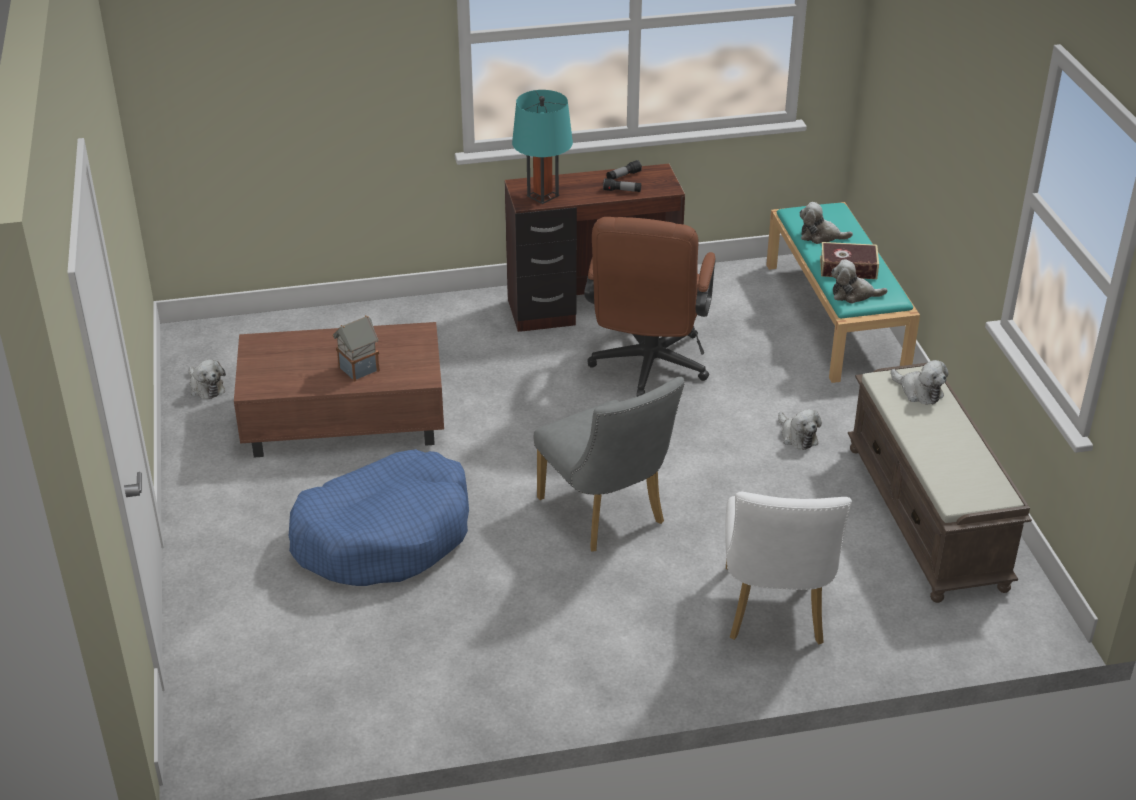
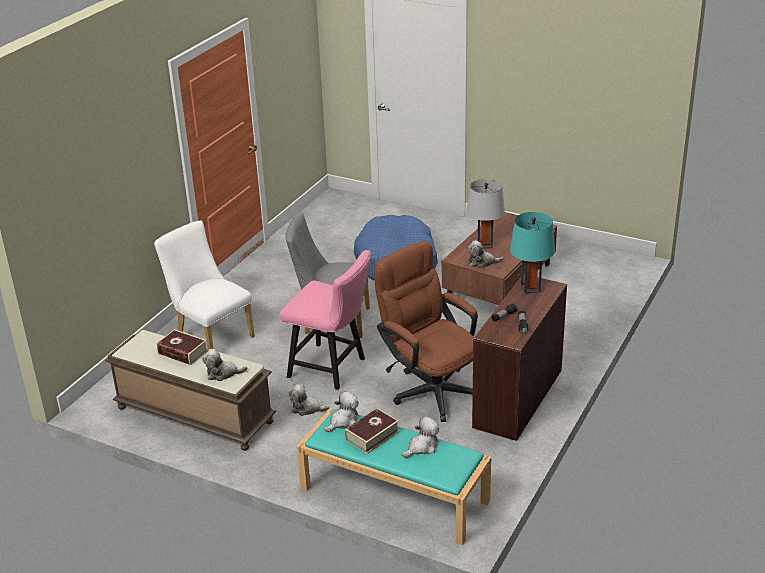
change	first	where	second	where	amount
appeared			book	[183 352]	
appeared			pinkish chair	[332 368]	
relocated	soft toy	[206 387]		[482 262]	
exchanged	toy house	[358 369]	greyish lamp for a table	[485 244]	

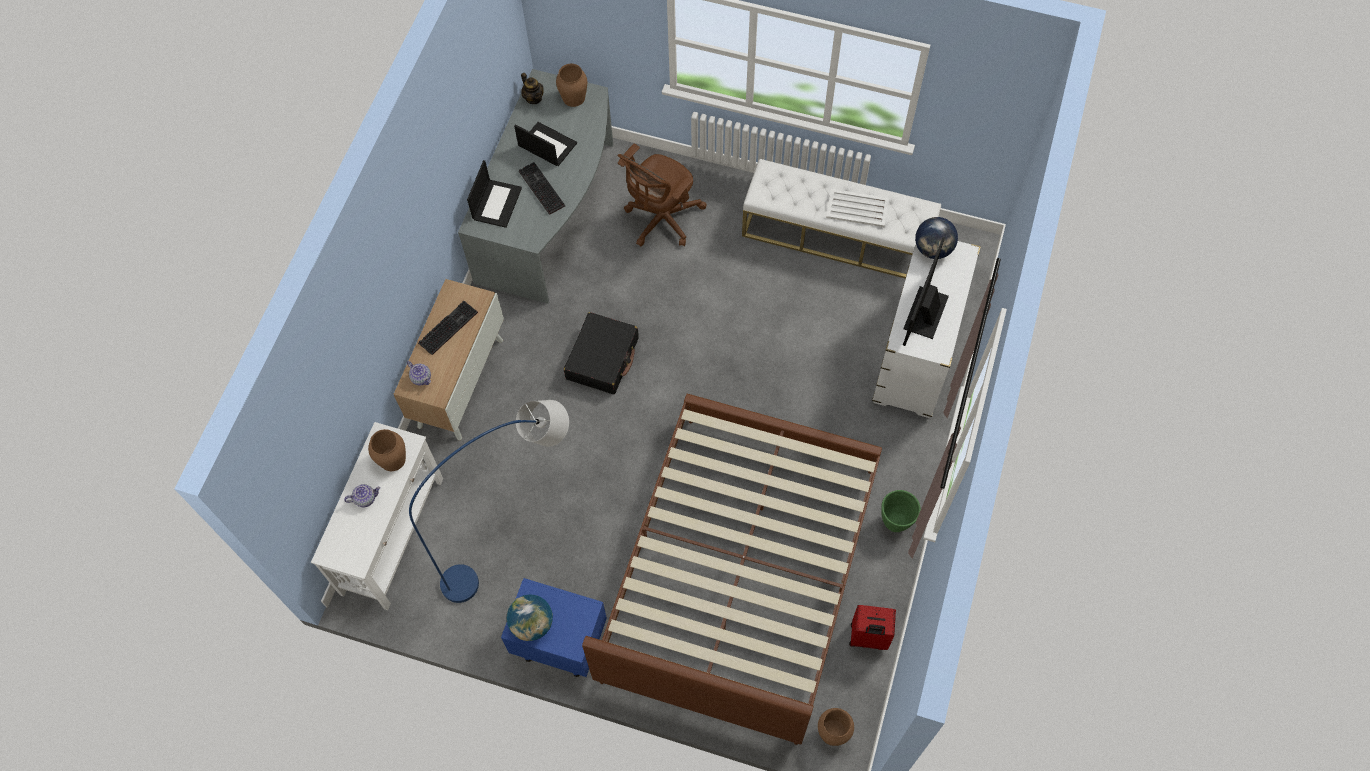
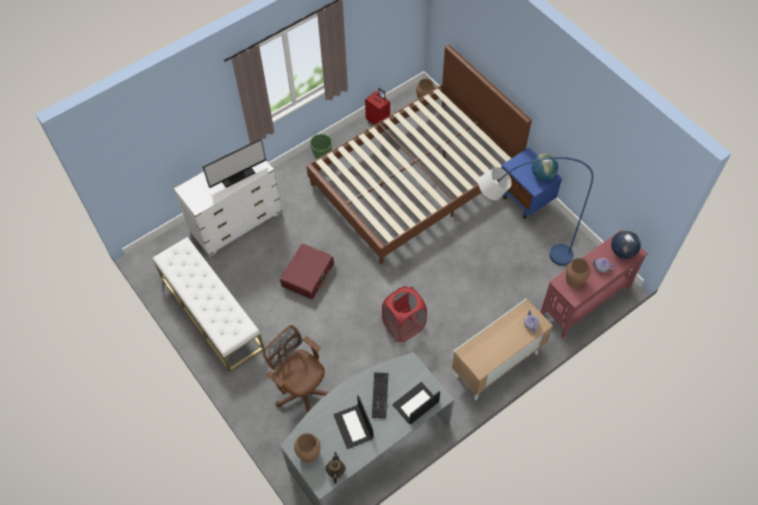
change	first	where	second	where	amount
missing	keyboard	[448 326]			
missing	white serving tray	[856 208]			
appeared			red-coloured travel case	[308 275]	
relocated	world globe	[933 249]		[622 251]	
exchanged	black-coloured travel case	[602 358]	red-coloured hamper	[403 326]	
colour	white hall table	[393 535]	red-coloured hall table	[584 301]	
spun	brownish desk chair	[661 220]		[302 391]	120 degrees counterclockwise

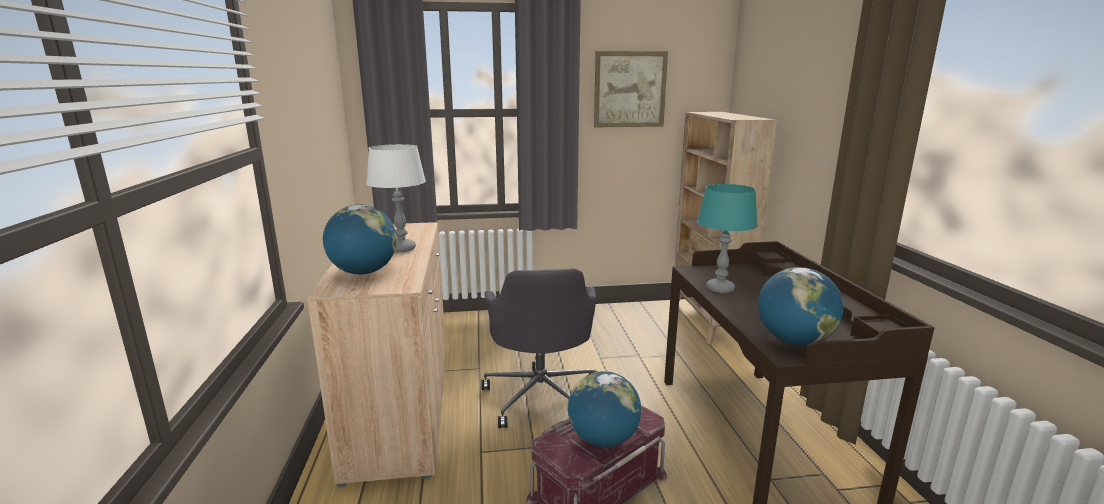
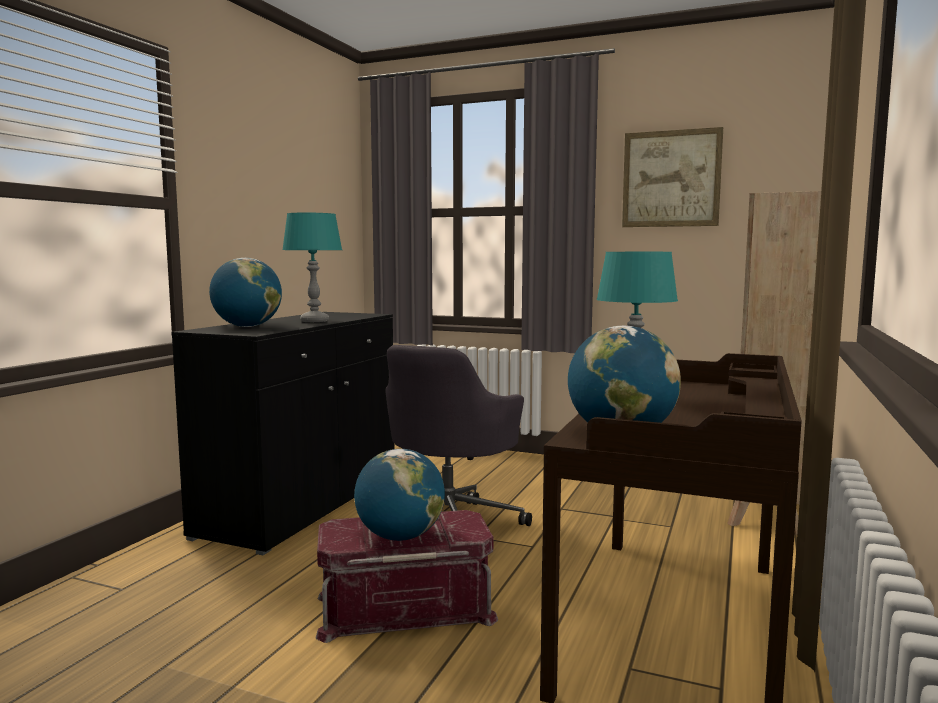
change	first	where	second	where	amount
colour	beige-coloured storage cabinet	[401 411]	black-coloured storage cabinet	[303 504]	
colour	white lamp for a table	[402 249]	blue-green lamp for a table	[315 321]	

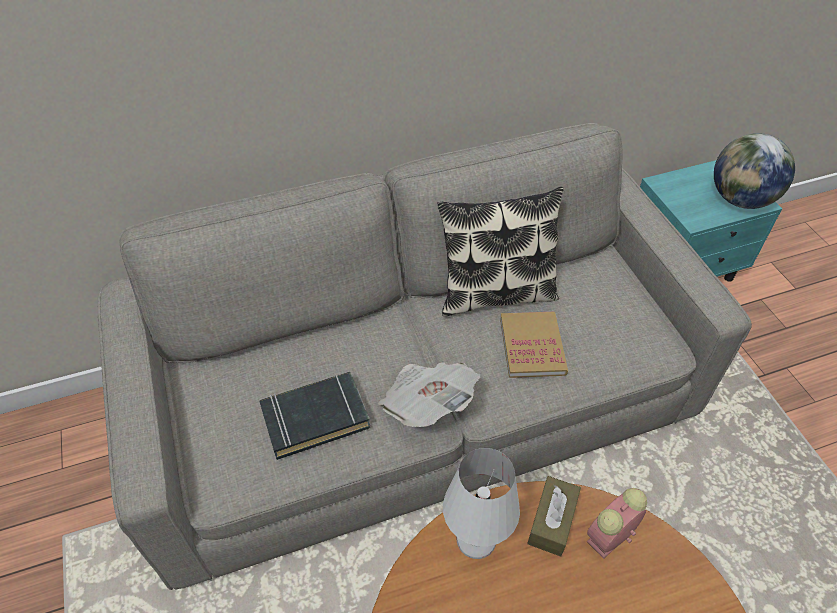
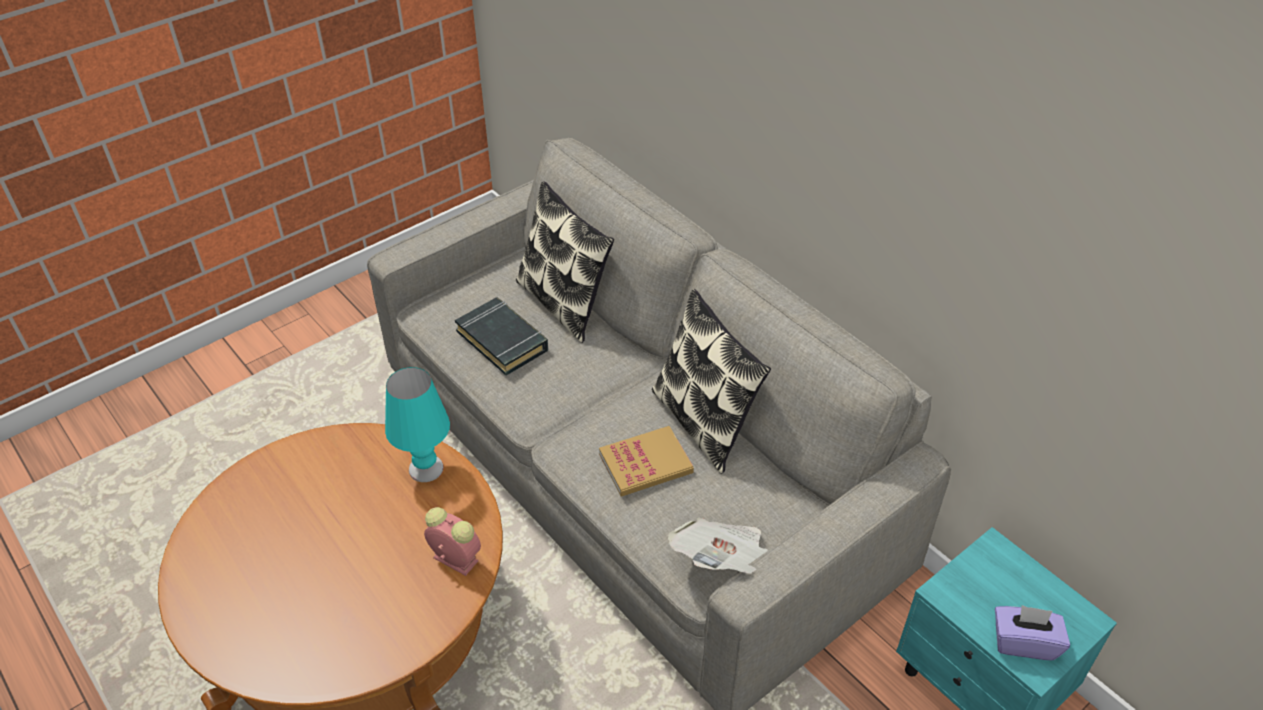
change	first	where	second	where	amount
missing	brownish tissue holder	[552 521]			
appeared			cushion	[564 303]	
relocated	printed paper	[427 404]		[722 560]	
exchanged	world globe	[740 200]	purplish tissue holder	[1023 642]	
colour	white lamp for a table	[476 539]	blue-green lamp for a table	[425 469]	

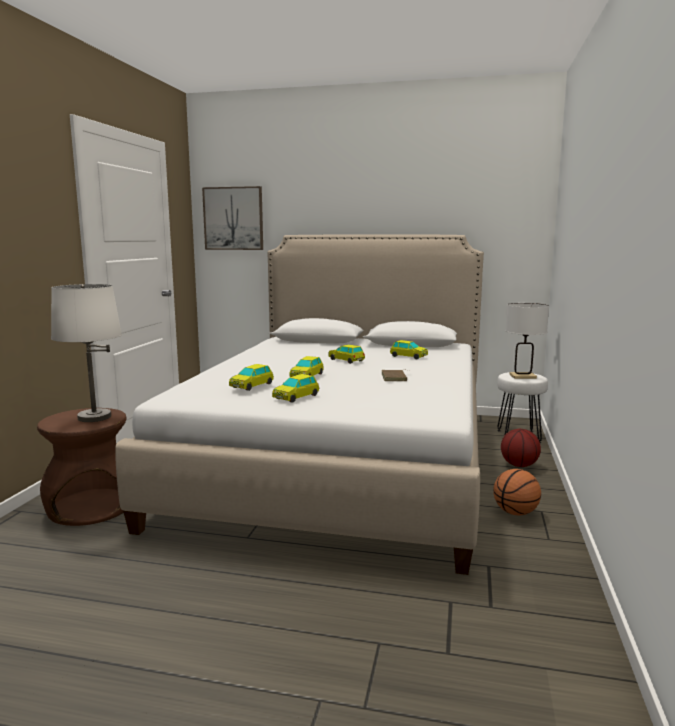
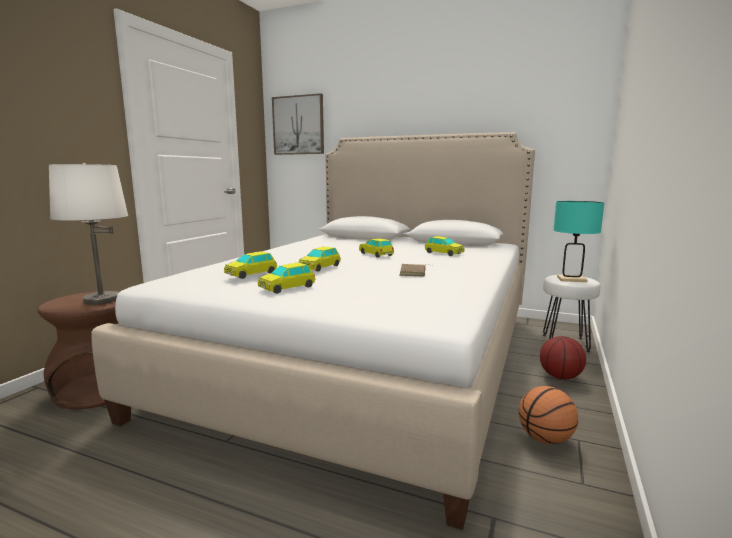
change	first	where	second	where	amount
colour	white lamp for a table	[522 376]	blue-green lamp for a table	[571 279]	

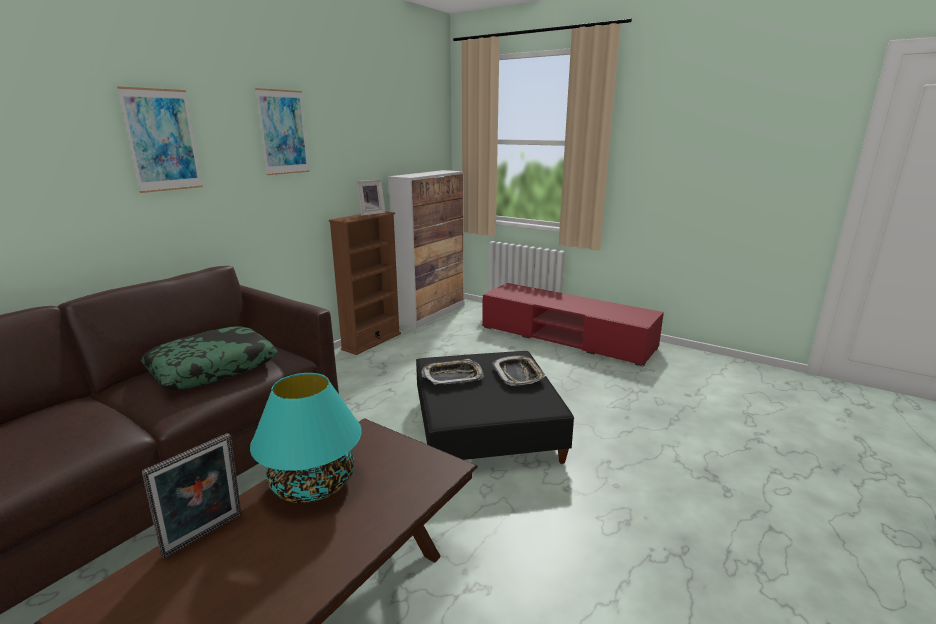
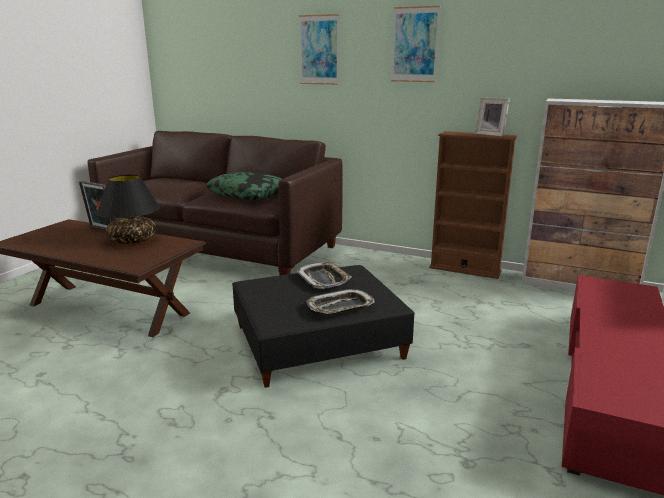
change	first	where	second	where	amount
colour	blue-green lamp for a table	[312 485]	black-coloured lamp for a table	[132 240]	

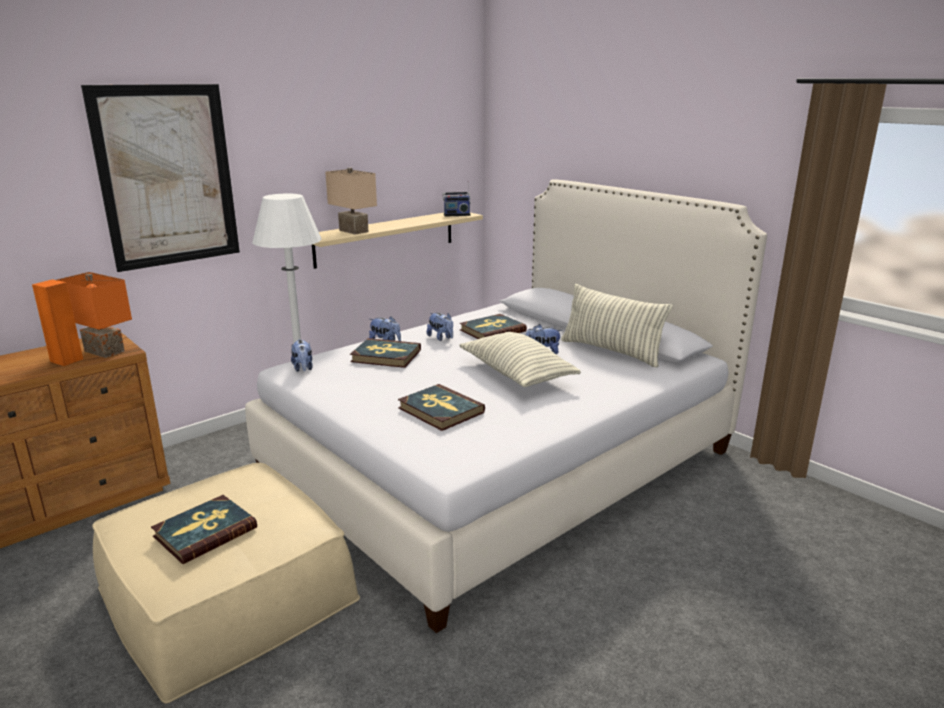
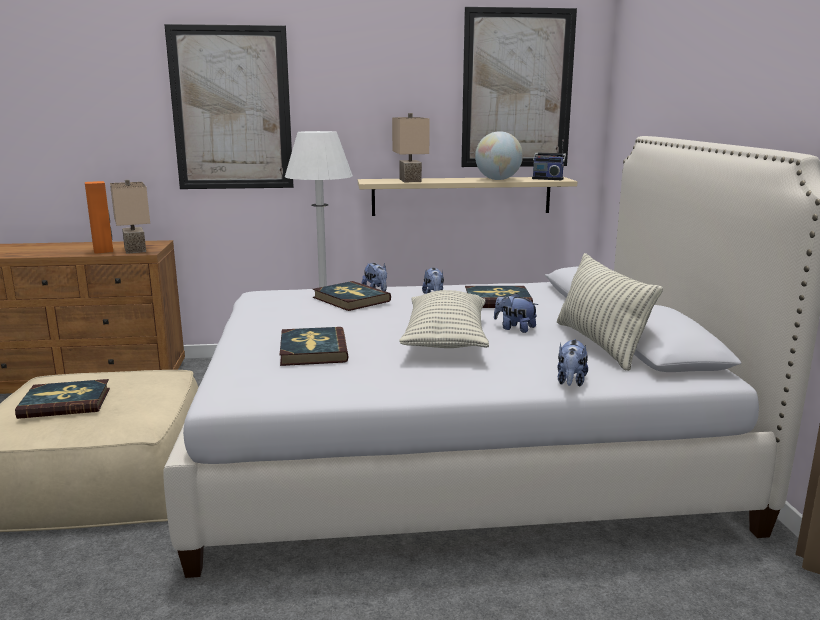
change	first	where	second	where	amount
appeared			picture	[517 89]	
appeared			world globe	[498 179]	
relocated	soft toy	[303 368]		[570 382]	
colour	orange-coloured lamp for a table	[102 351]	beige-coloured lamp for a table	[133 250]	

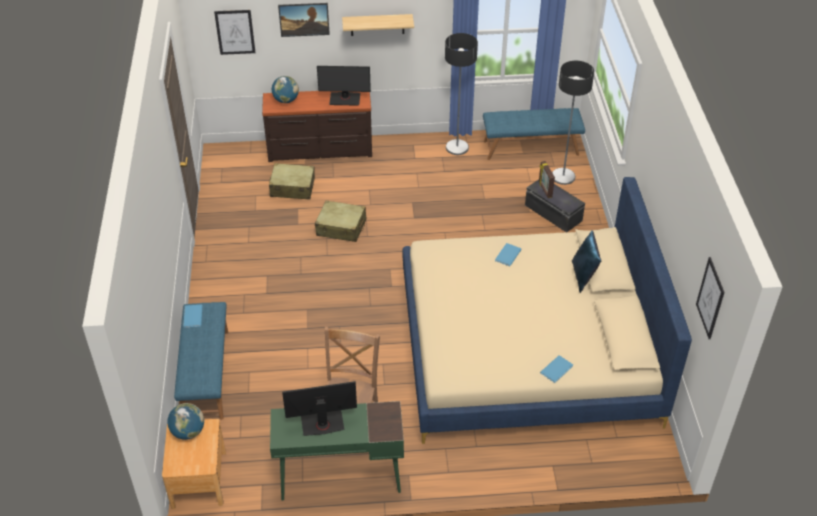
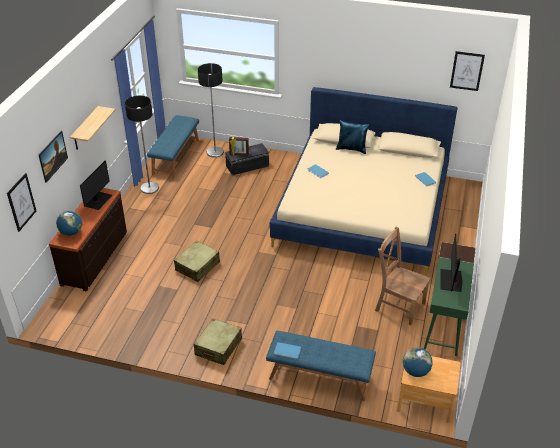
change	first	where	second	where	amount
relocated	beige-coloured travel case	[292 188]		[218 347]	

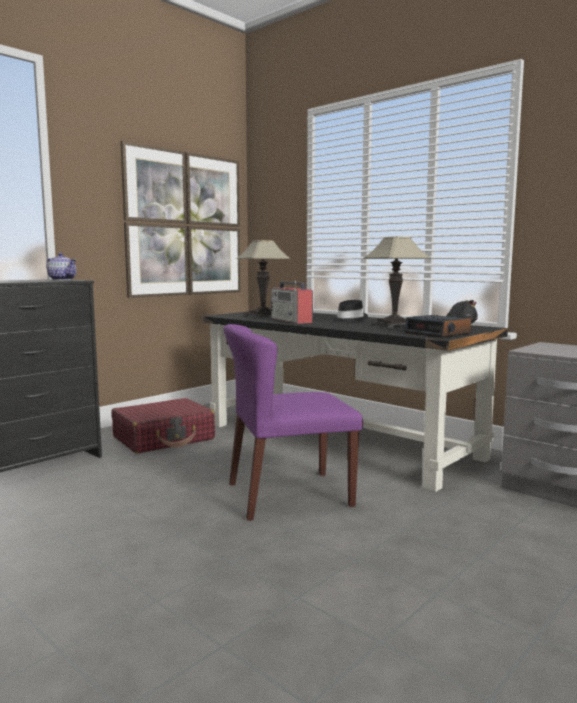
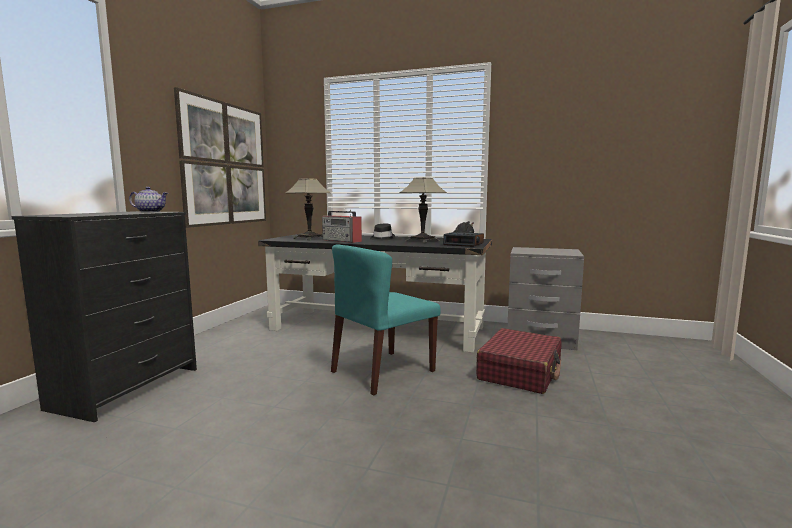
change	first	where	second	where	amount
relocated	red-coloured travel case	[164 438]		[520 372]	
colour	purplish chair	[288 495]	blue-green chair	[382 372]	

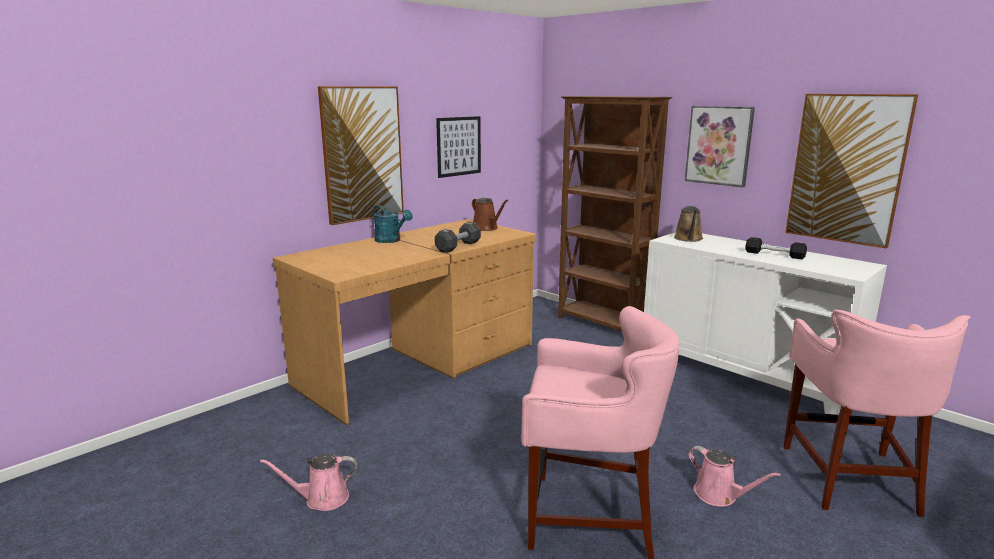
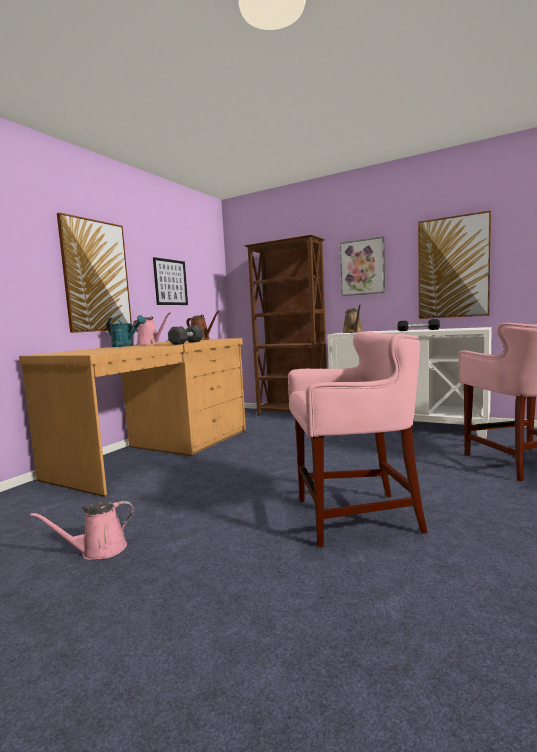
change	first	where	second	where	amount
relocated	pinkish watering pot	[719 495]		[150 344]	

